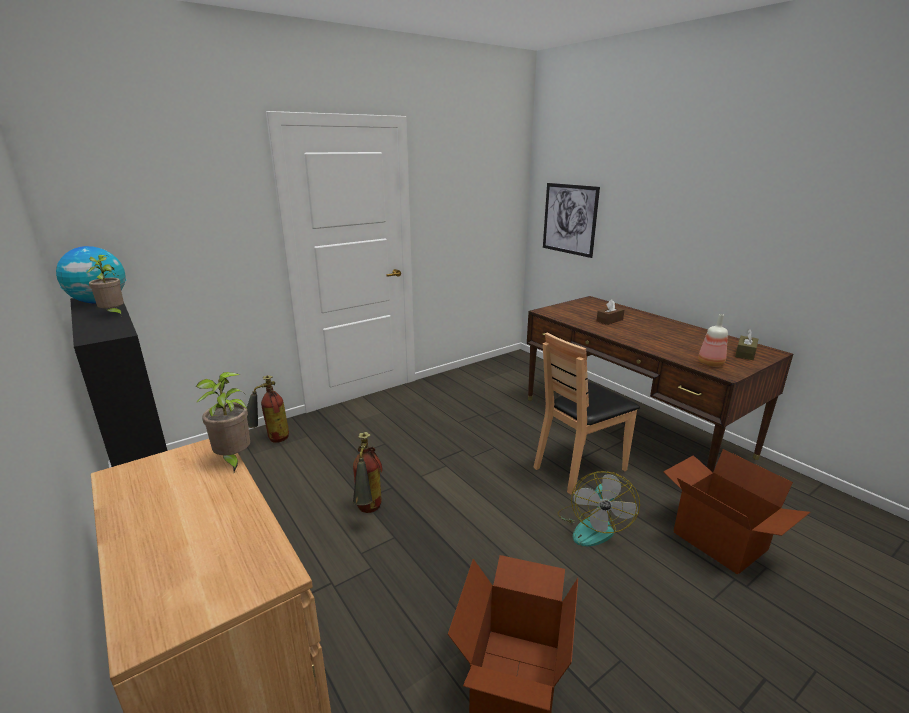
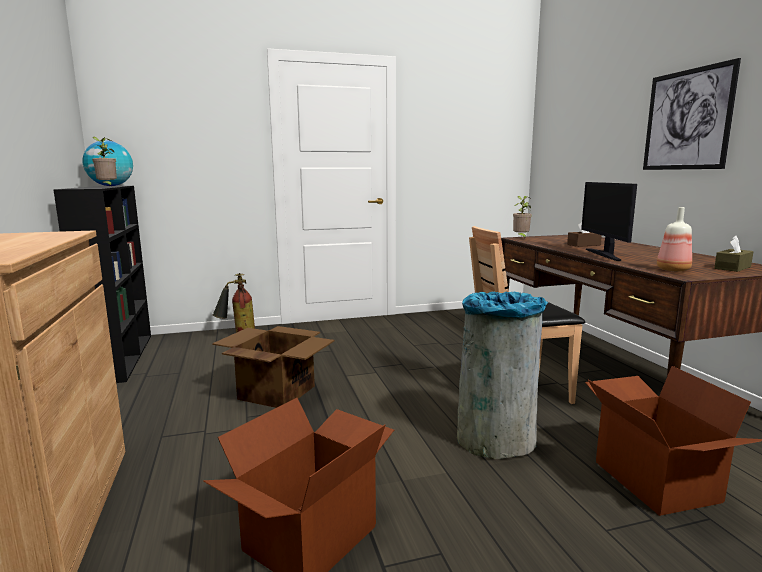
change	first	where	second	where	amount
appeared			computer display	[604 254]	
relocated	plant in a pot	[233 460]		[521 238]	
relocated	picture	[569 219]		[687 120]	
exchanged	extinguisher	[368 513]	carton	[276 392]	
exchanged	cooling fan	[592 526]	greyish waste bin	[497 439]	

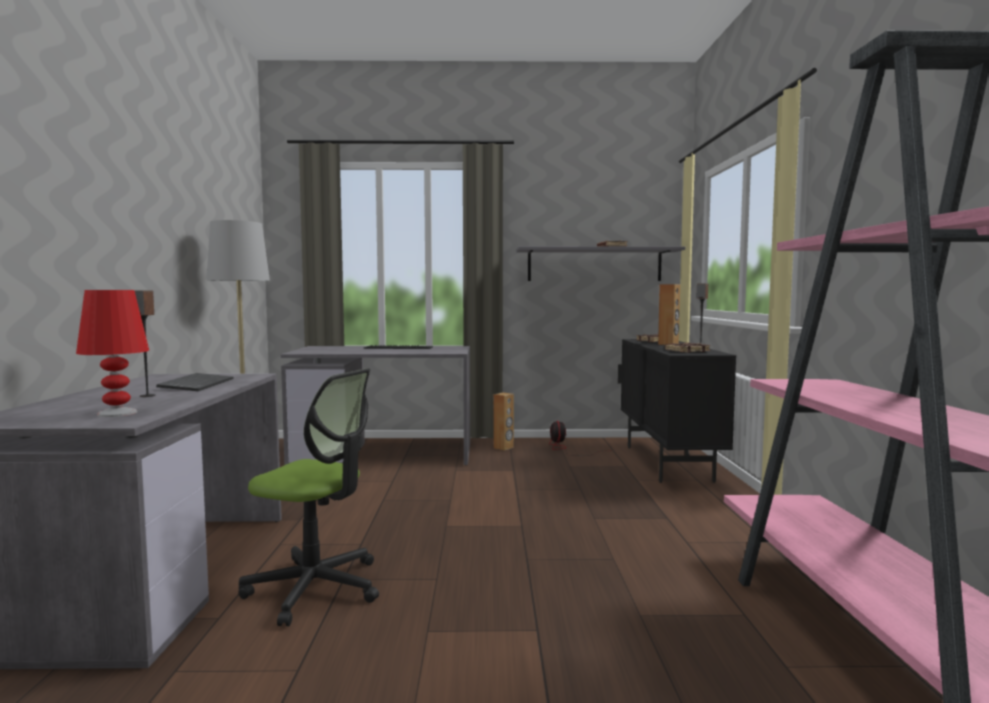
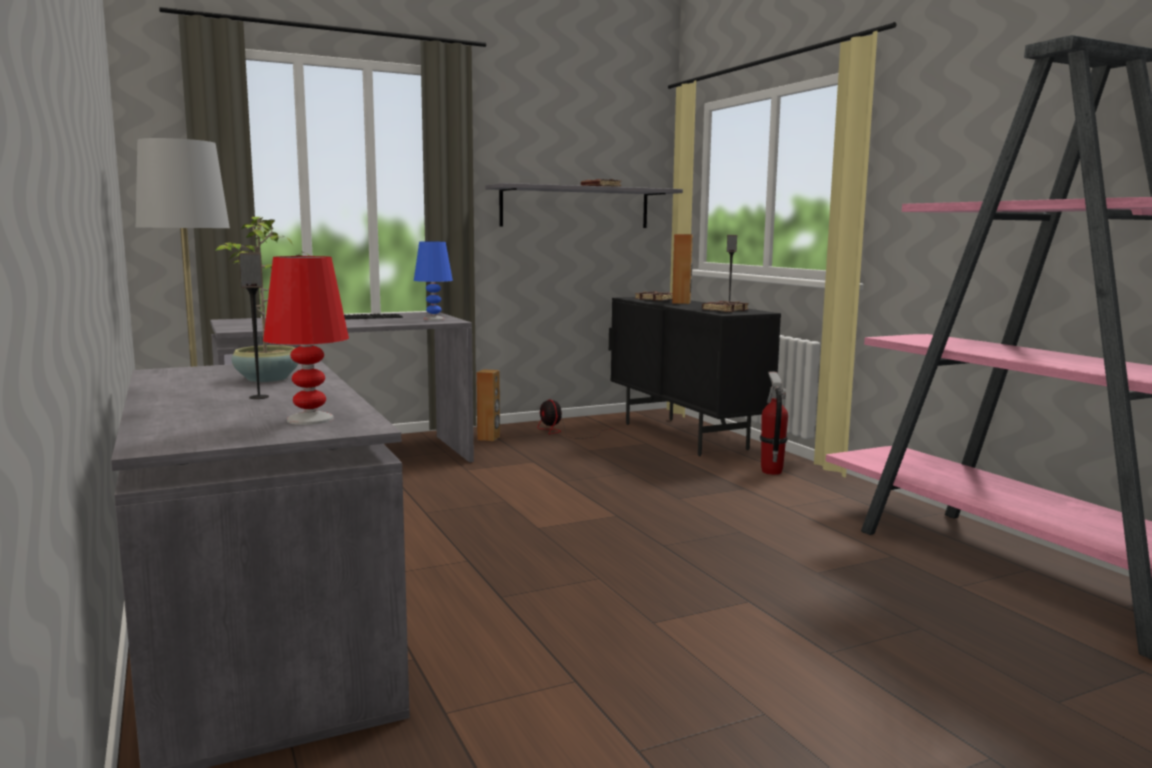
change	first	where	second	where	amount
missing	desk chair	[315 588]			
appeared			blue-coloured lamp for a table	[433 319]	
appeared			extinguisher	[771 471]	
exchanged	keyboard	[196 384]	plant in a pot	[267 379]	

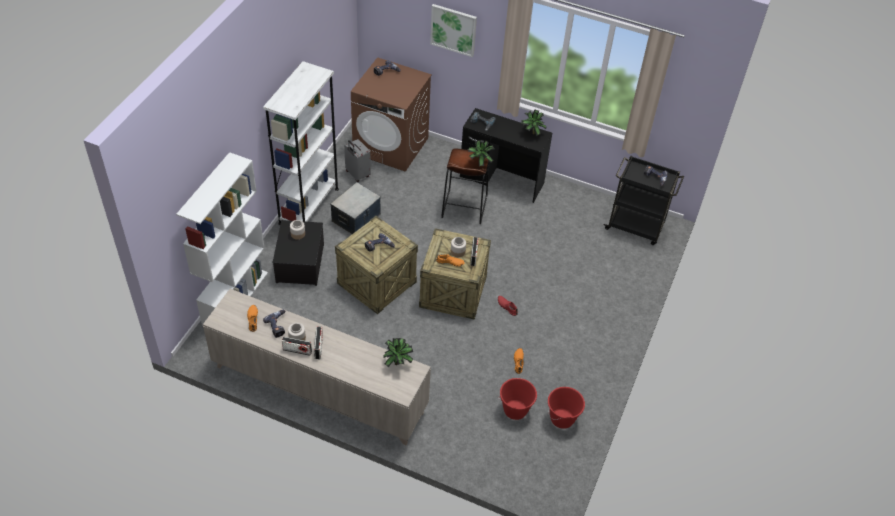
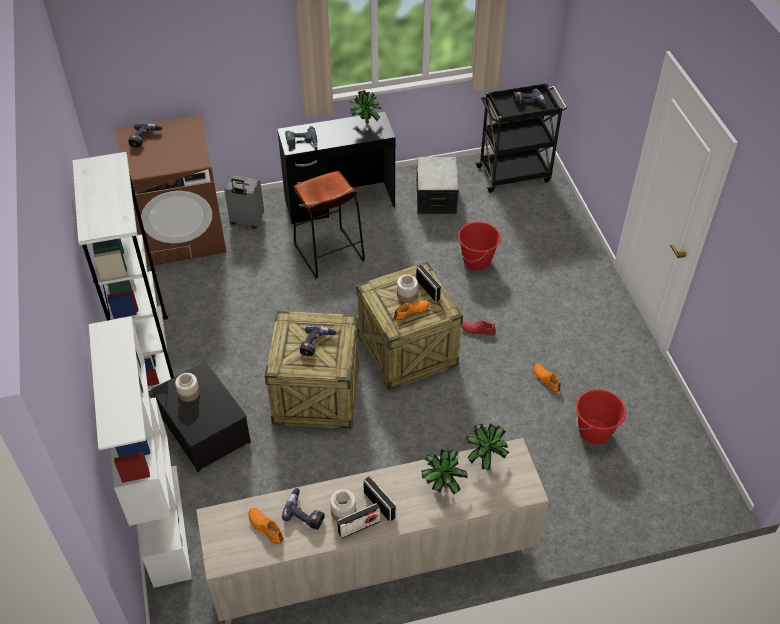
change	first	where	second	where	amount
missing	picture	[453 29]			
relocated	storage bin	[356 218]		[436 198]	
relocated	greyish travel case	[357 174]		[246 221]	
relocated	plant in a pot	[479 163]		[441 486]	
relocated	red-coloured pail	[562 419]		[477 261]	

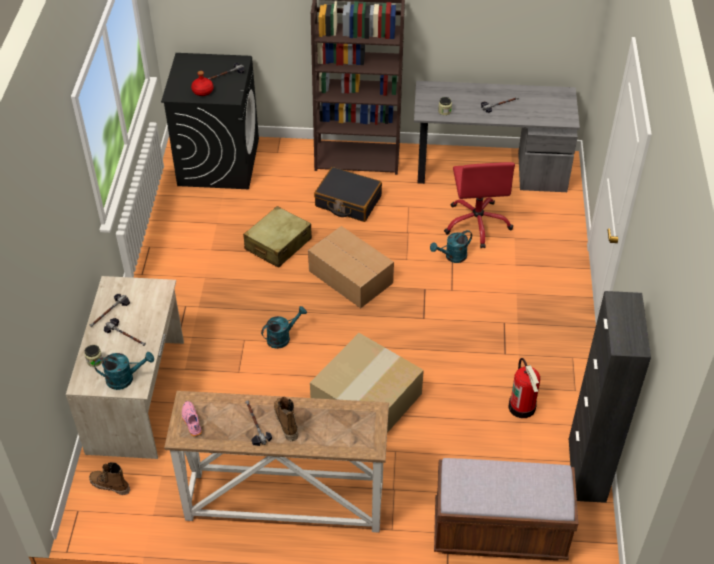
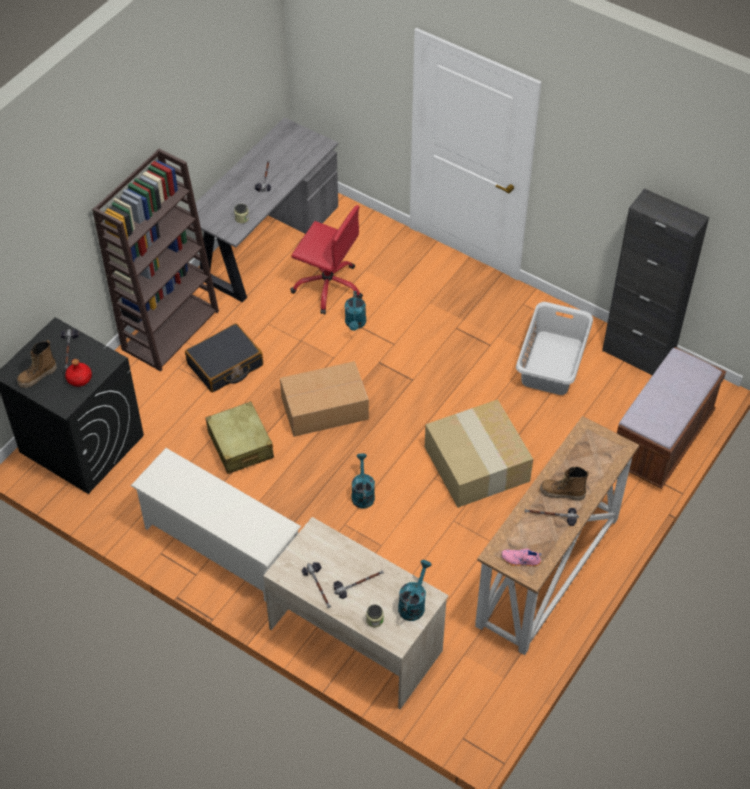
change	first	where	second	where	amount
appeared			white shoe rack	[220 545]	
relocated	high-top boot	[110 486]		[37 376]	
exchanged	extinguisher	[522 407]	greyish hamper	[552 363]	

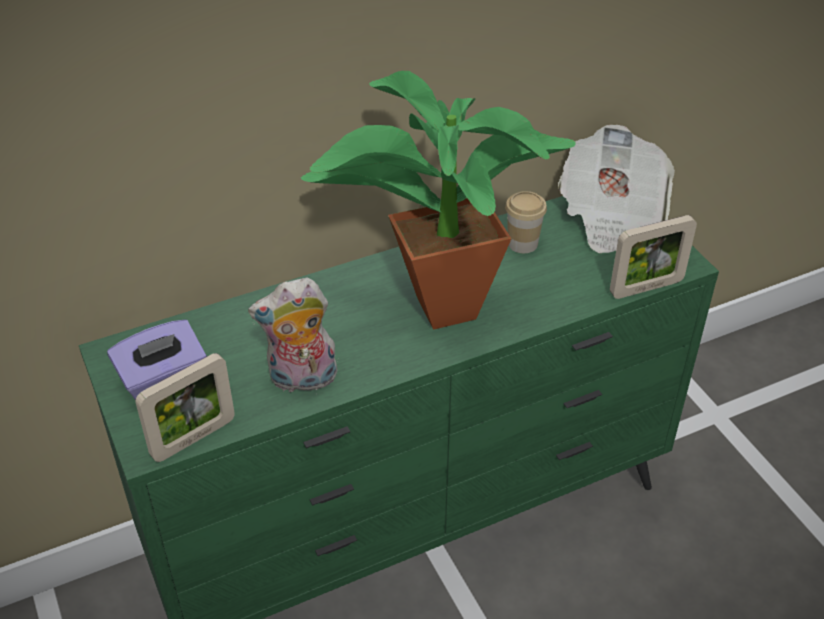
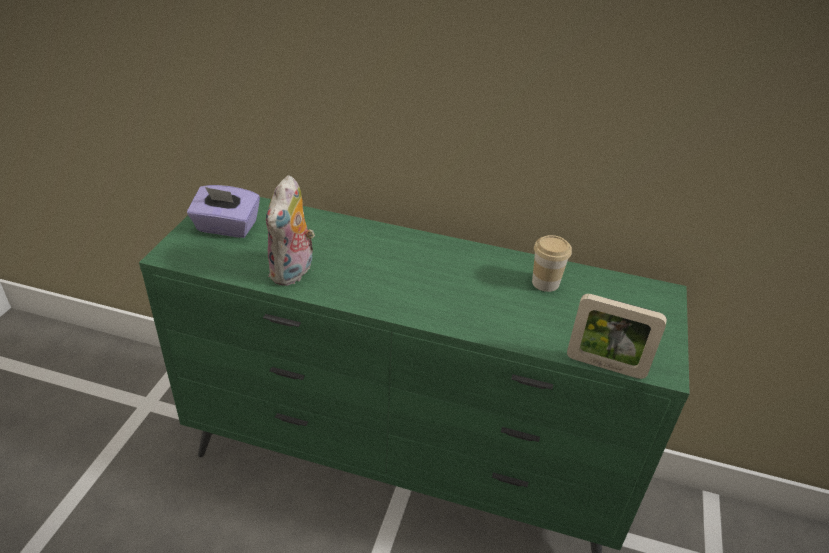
change	first	where	second	where	amount
missing	standing frame	[193 438]			
missing	plant in a pot	[431 306]			
missing	printed paper	[611 216]			
spun	soft toy	[302 380]		[293 272]	105 degrees counterclockwise

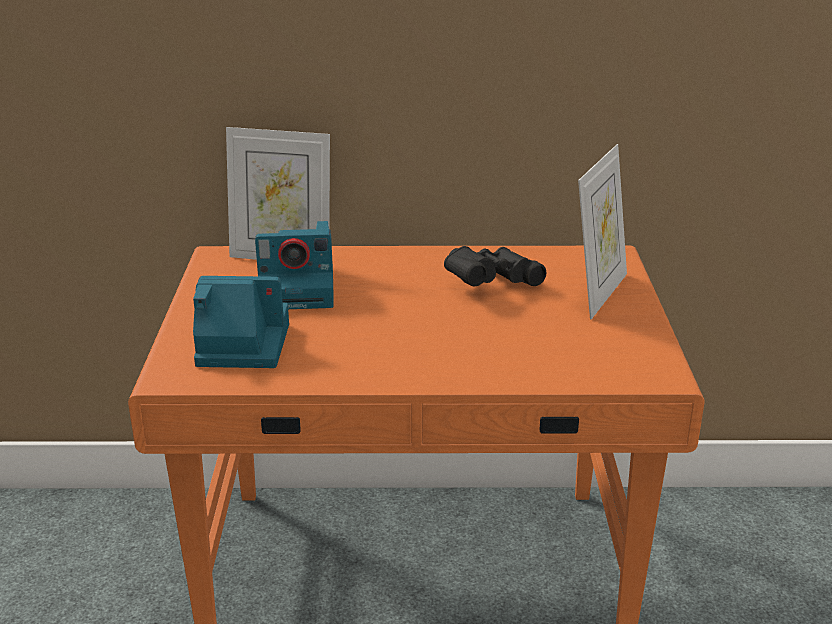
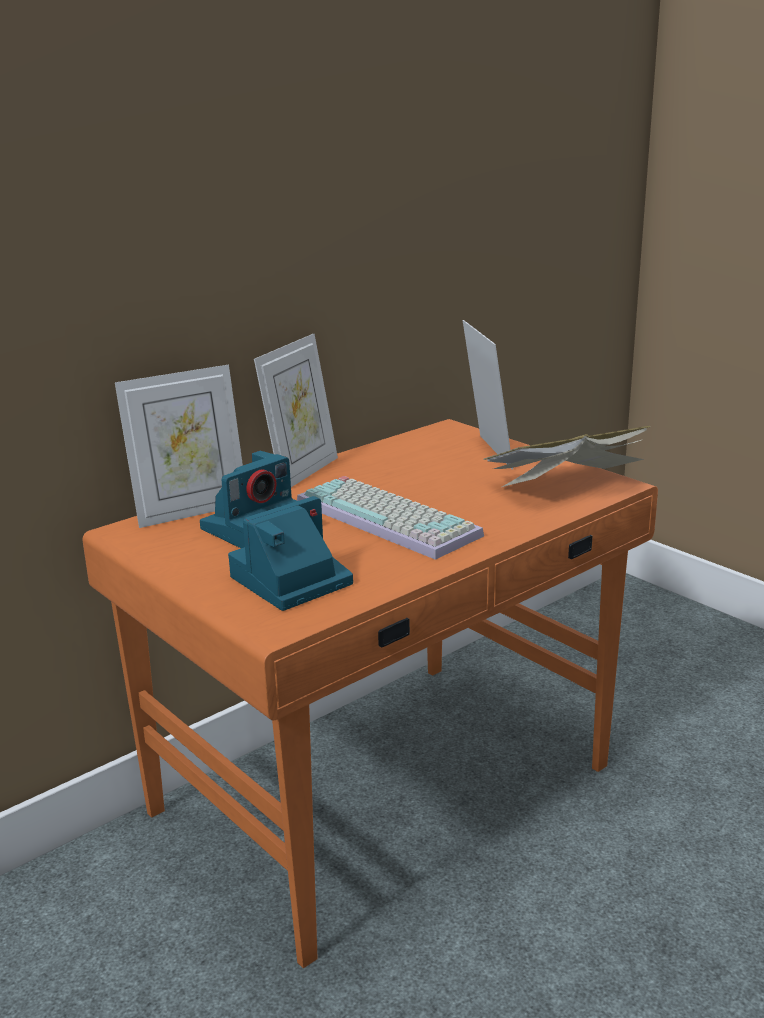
change	first	where	second	where	amount
missing	black-coloured field glasses	[489 283]			
appeared			standing frame	[301 473]	
appeared			keyboard	[391 518]	
appeared			book	[566 486]	

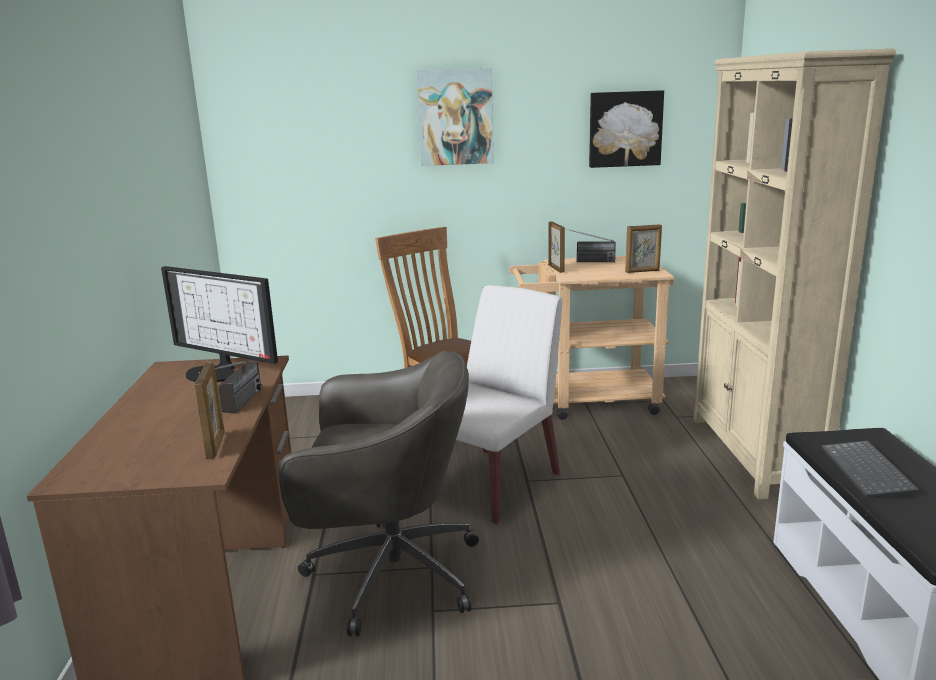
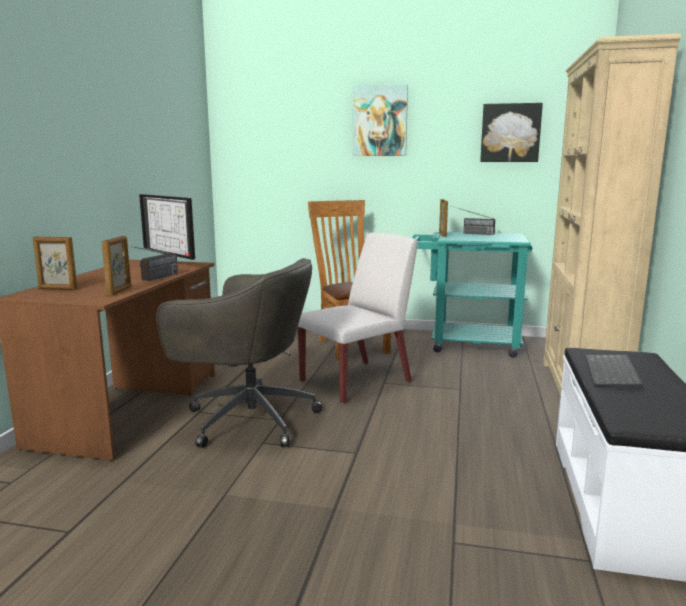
change	first	where	second	where	amount
relocated	standing frame	[642 271]		[57 289]	
colour	beige-coloured cart	[587 400]	blue-green cart	[465 344]	

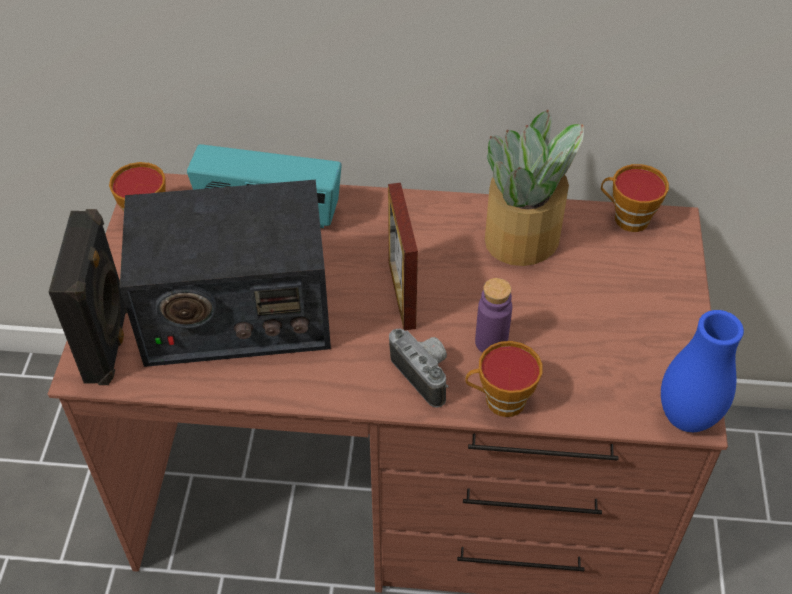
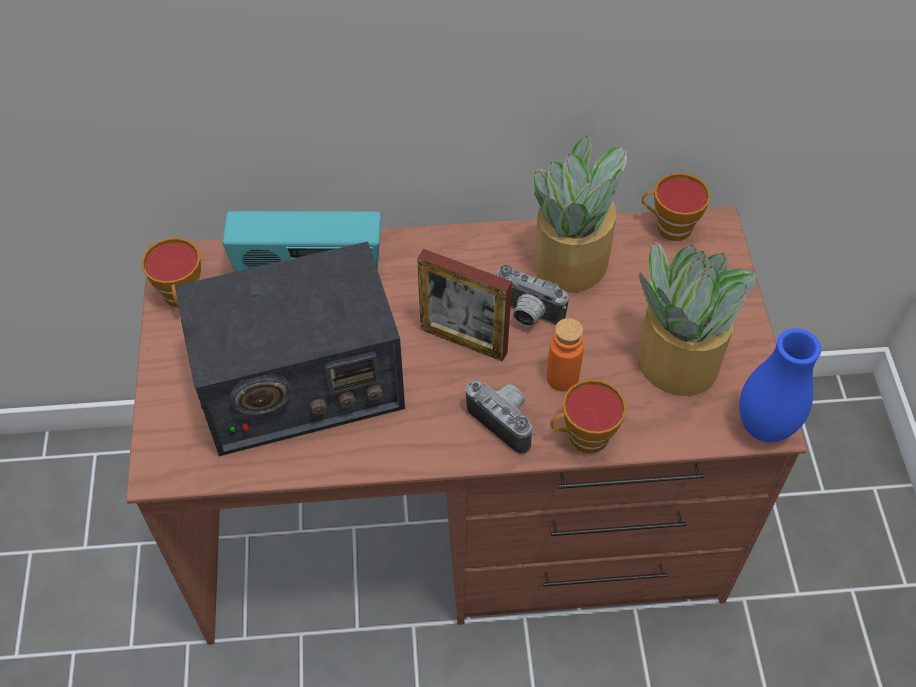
change	first	where	second	where	amount
missing	black-coloured audio speaker	[109 343]			
appeared			photo camera	[525 314]	
appeared			plant in a pot	[675 360]	
colour	purplish drink bottle	[491 342]	orange-coloured drink bottle	[562 378]	
spun	standing frame	[402 295]		[463 340]	45 degrees counterclockwise

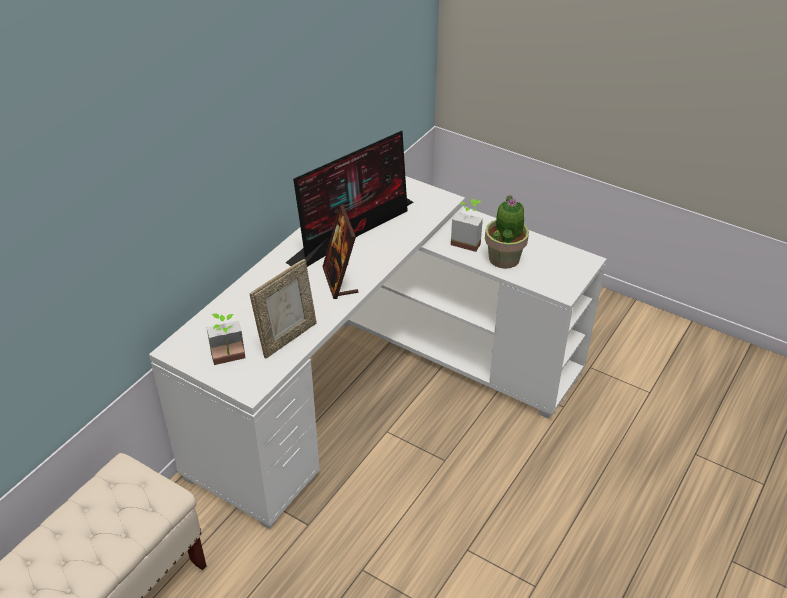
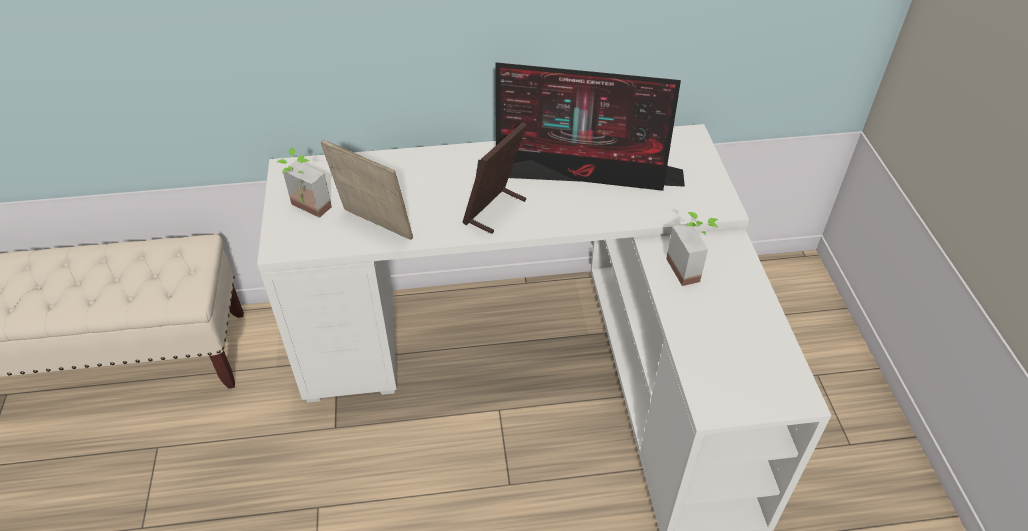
change	first	where	second	where	amount
missing	plant in a pot	[504 258]			
spun	standing frame	[287 338]		[374 227]	150 degrees counterclockwise

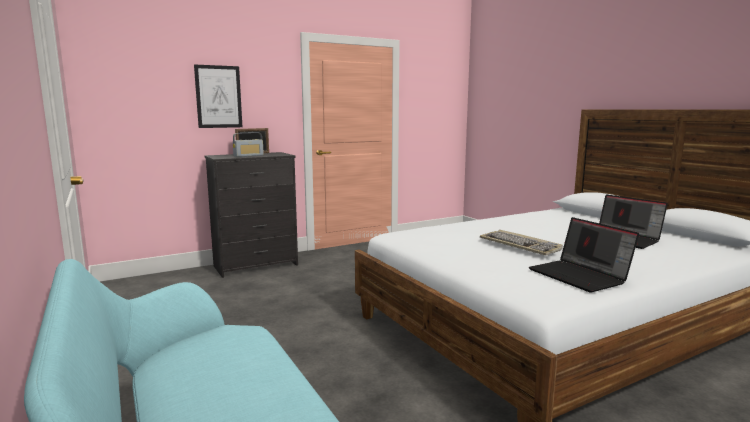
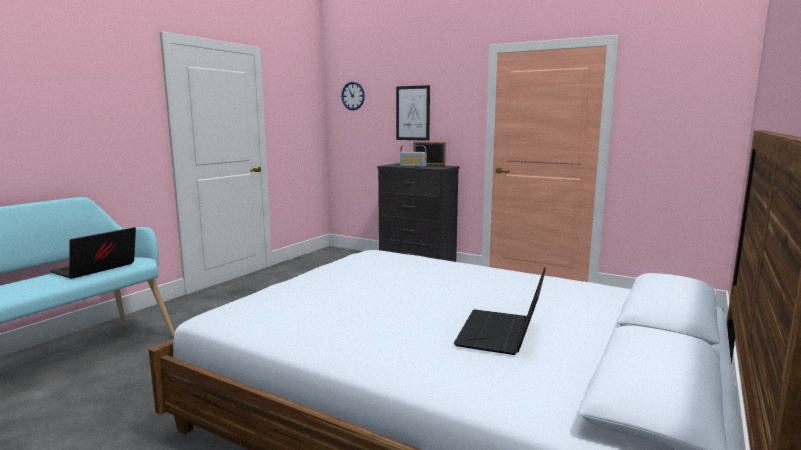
change	first	where	second	where	amount
missing	keyboard	[520 245]			
appeared			clock on the wall	[353 96]	
relocated	notebook computer	[580 276]		[95 269]	

